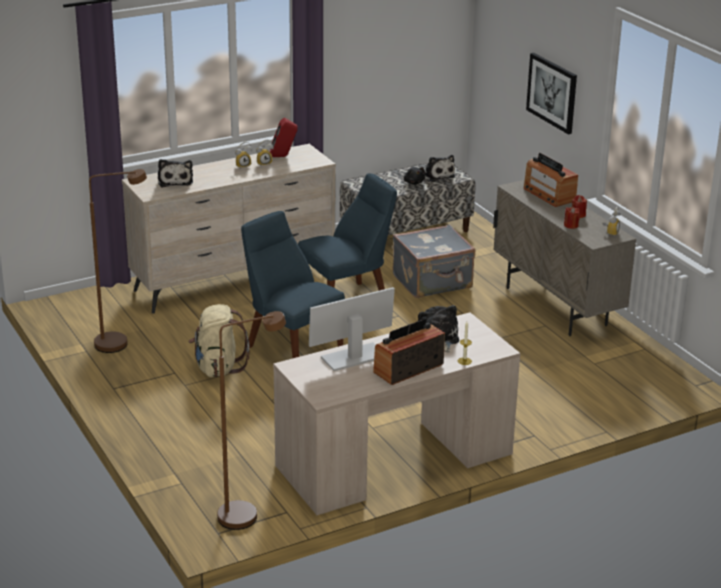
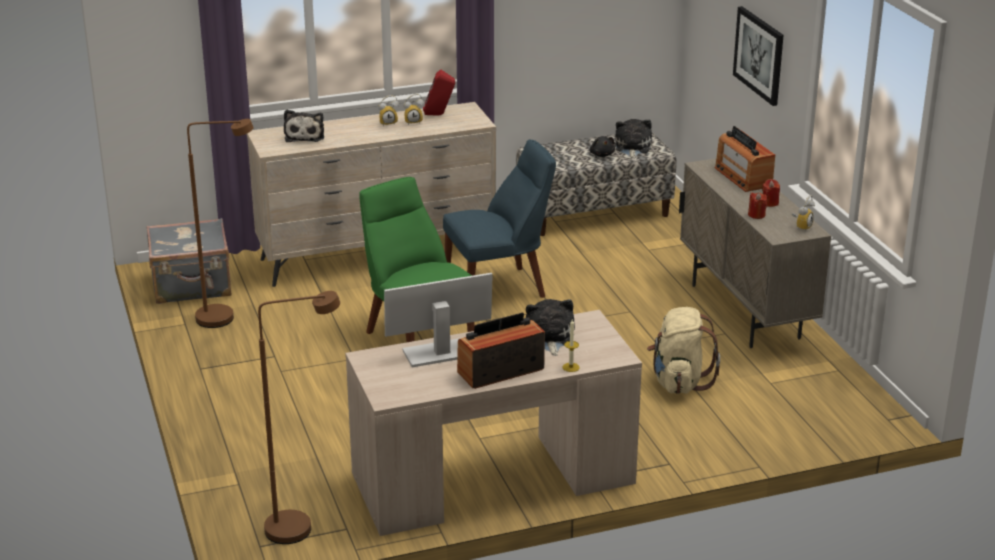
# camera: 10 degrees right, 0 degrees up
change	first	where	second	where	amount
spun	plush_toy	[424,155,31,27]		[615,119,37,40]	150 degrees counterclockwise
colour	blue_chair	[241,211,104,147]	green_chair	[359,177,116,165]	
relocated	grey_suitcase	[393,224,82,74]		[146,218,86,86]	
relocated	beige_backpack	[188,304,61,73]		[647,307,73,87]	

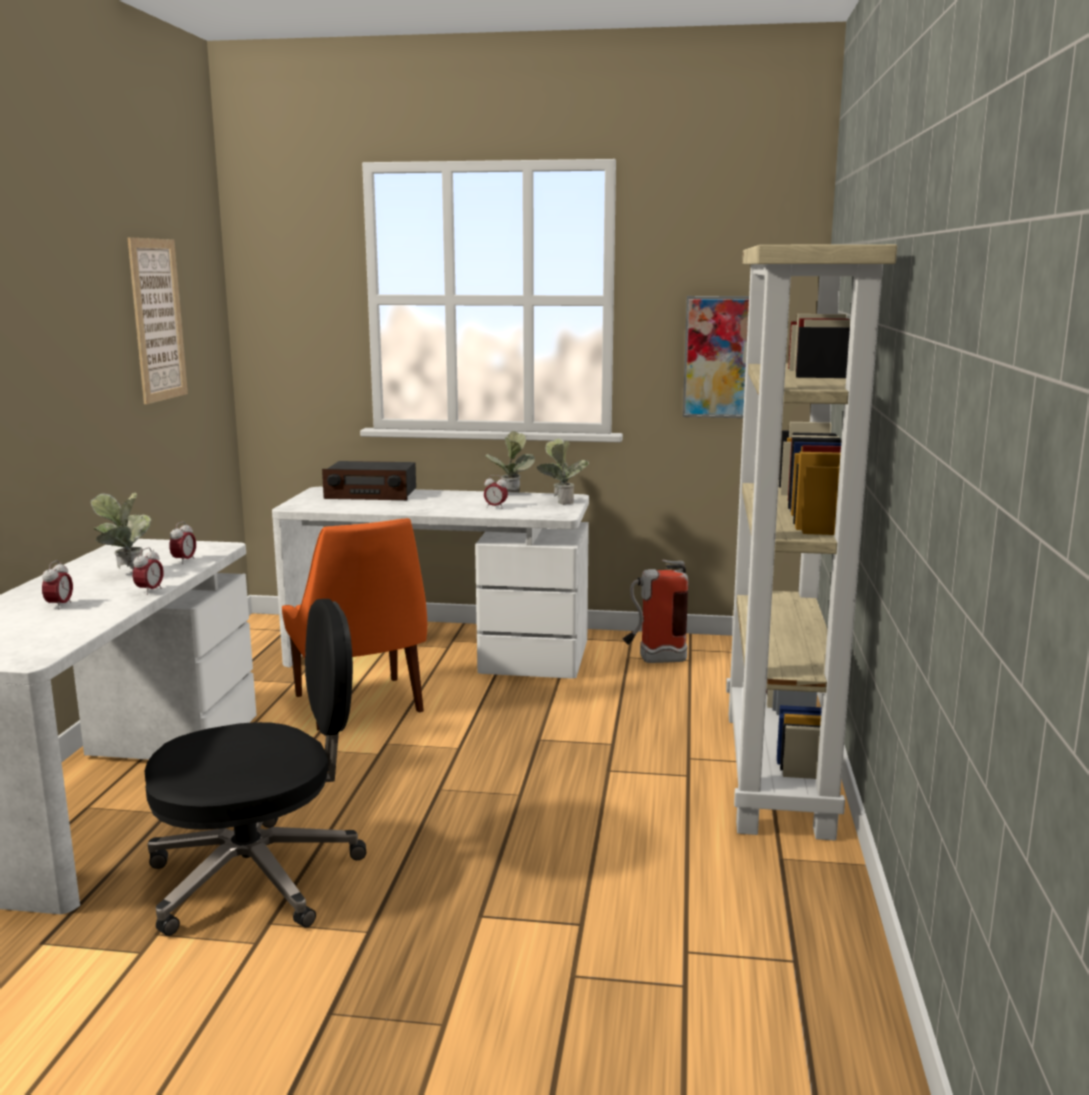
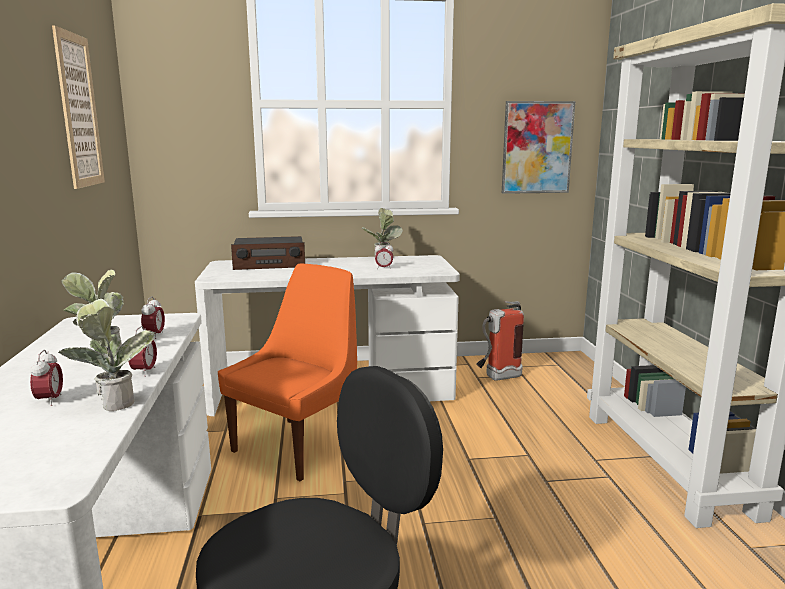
# camera: 15 degrees left, 0 degrees up
change	first	where	second	where	amount
relocated	potted_plant	[537,438,52,67]		[58,299,97,112]	
spun	orange_chair	[282,518,145,213]		[218,264,139,217]	105 degrees counterclockwise

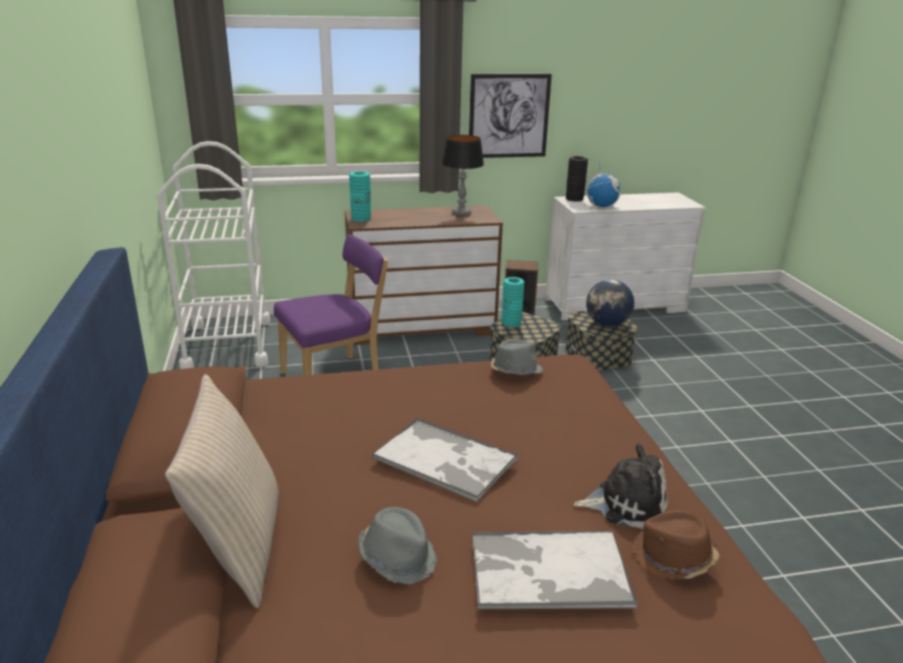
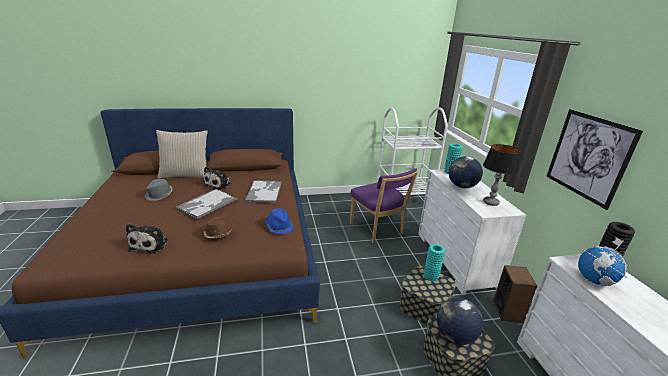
# camera: 90 degrees right, 0 degrees up
change	first	where	second	where	amount
colour	brown_dresser	[345,205,158,140]	white_dresser	[418,169,109,126]	
colour	grey_hat	[490,339,53,36]	blue_hat	[265,208,28,26]	
relocated	brown_hat	[631,510,88,70]		[203,216,32,22]	
relocated	tray	[472,531,166,79]		[245,180,37,23]	
appeared			globe	[449,156,34,32]	
appeared			plush_toy	[204,167,27,23]	

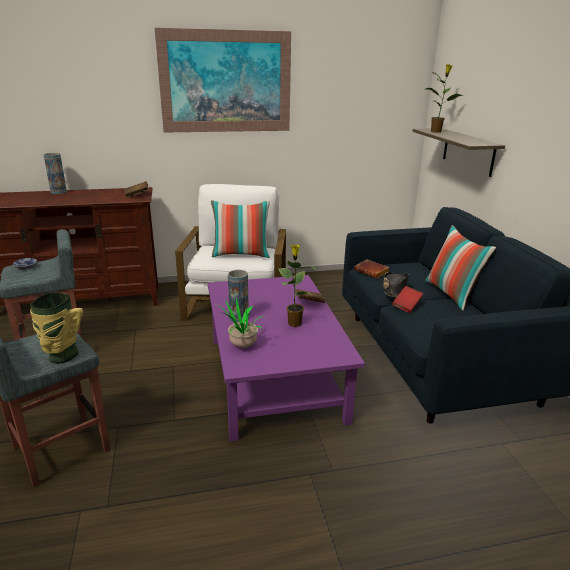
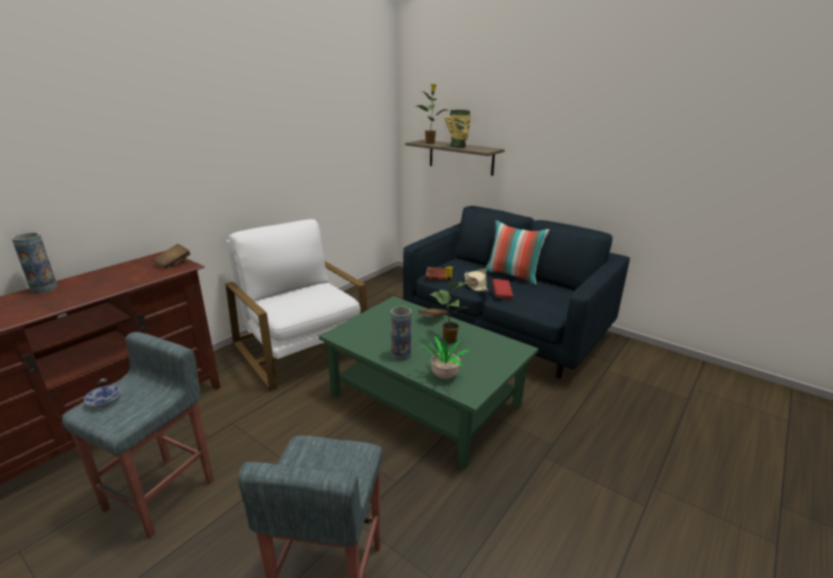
# camera: 40 degrees left, 0 degrees up
change	first	where	second	where	amount
missing	picture	[155,28,136,104]			
missing	pillow	[211,200,59,58]			
colour	black_hat	[383,272,26,25]	beige_hat	[464,269,25,22]	
colour	purple_coffee_table	[208,275,157,166]	green_coffee_table	[319,296,219,174]	
relocated	vase	[30,292,53,72]		[445,110,26,38]	

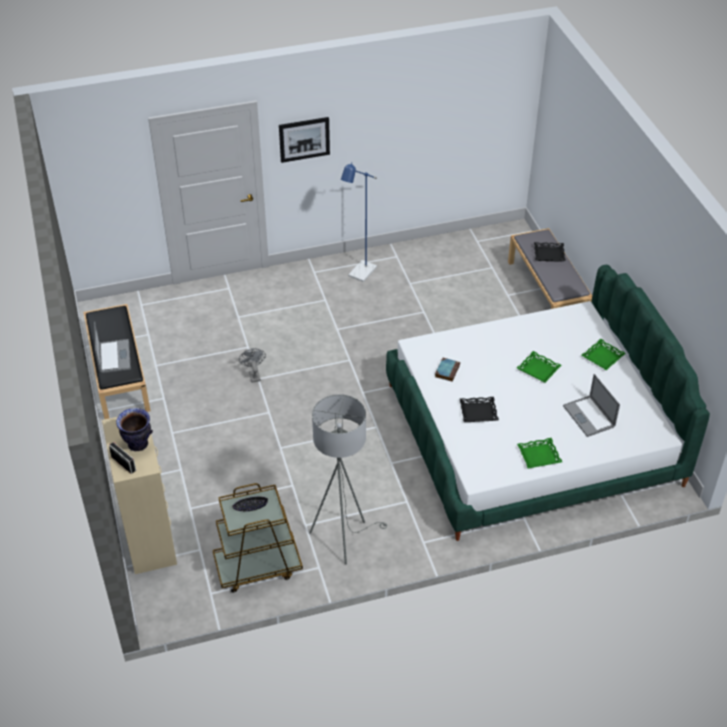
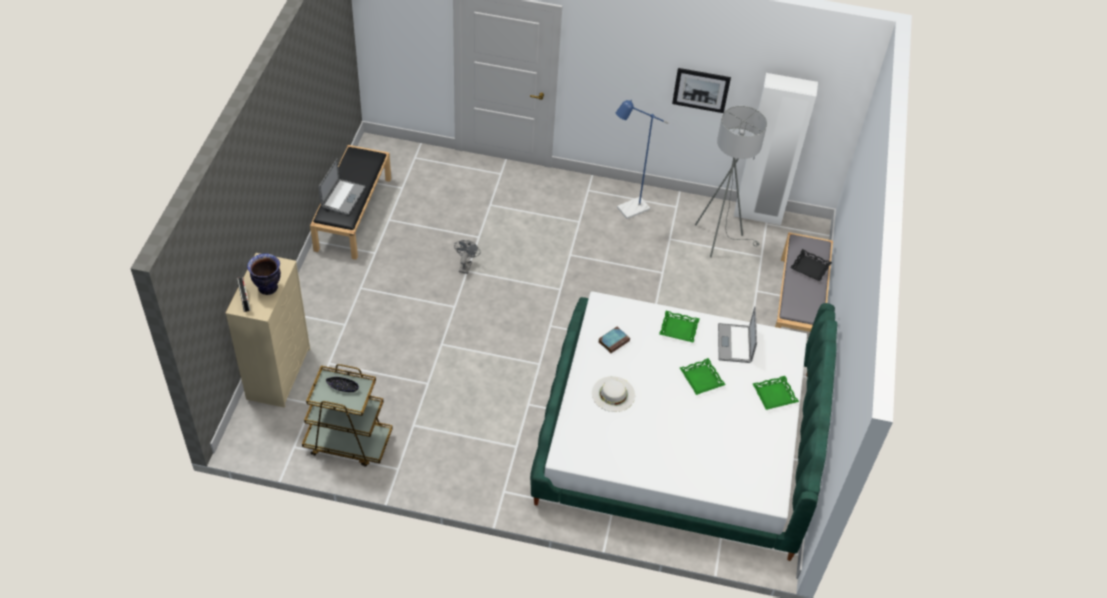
# camera: 25 degrees right, 5 degrees up
change	first	where	second	where	amount
relocated	picture	[279,117,51,46]		[672,68,59,45]	
relocated	laptop	[563,374,57,63]		[718,306,39,57]	
relocated	grey_floor_lamp	[309,394,78,171]		[695,106,72,152]	
exchanged	black_tray	[460,397,39,25]	white_hat	[592,376,43,36]	
relocated	green_tray	[517,438,45,31]		[659,311,41,32]	
appeared			white_wardrobe	[734,73,84,153]	

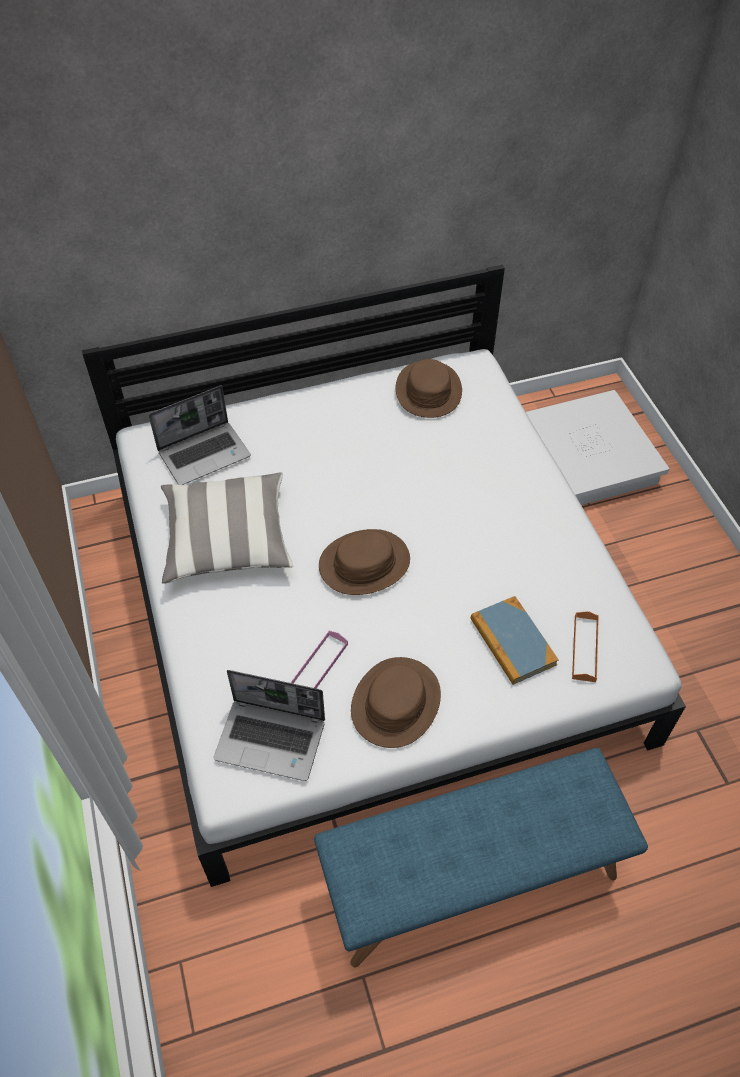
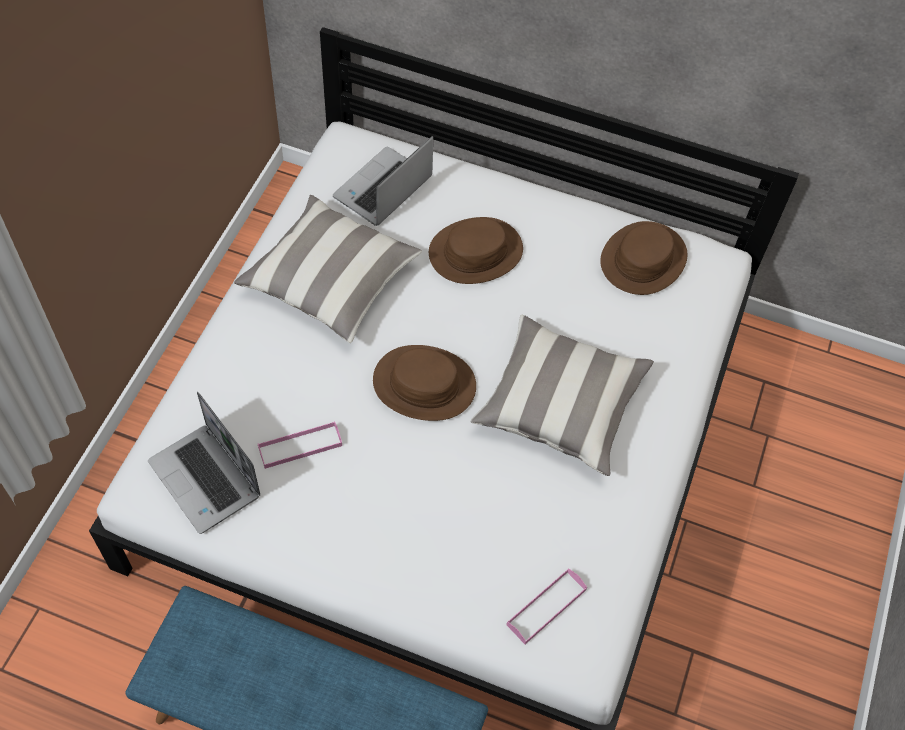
# camera: 35 degrees right, 5 degrees up
change	first	where	second	where	amount
spun	laptop	[148,386,103,99]		[333,136,100,90]	120 degrees clockwise
missing	white_storage_box	[526,390,143,115]			
missing	book	[471,596,87,89]			
colour	orange_tray	[572,611,27,71]	pink_tray	[506,568,81,76]	
relocated	brown_hat	[351,657,90,91]		[429,217,94,67]	
appeared			pillow	[470,314,184,162]	

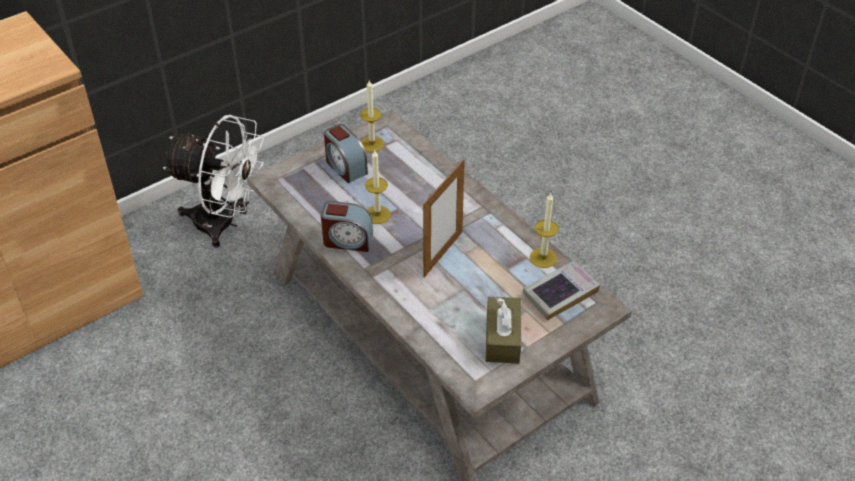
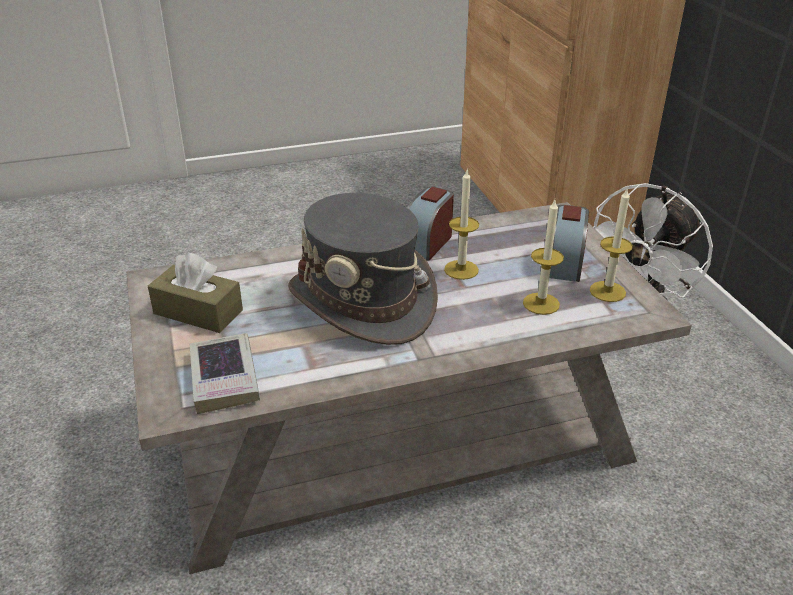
# camera: 110 degrees right, 10 degrees down
change	first	where	second	where	amount
spun	alarm_clock	[324,124,44,59]		[549,205,40,77]	60 degrees counterclockwise
exchanged	picture_frame	[423,159,42,118]	grey_hat	[288,193,150,152]	
relocated	candle	[530,192,29,76]		[523,200,41,115]	

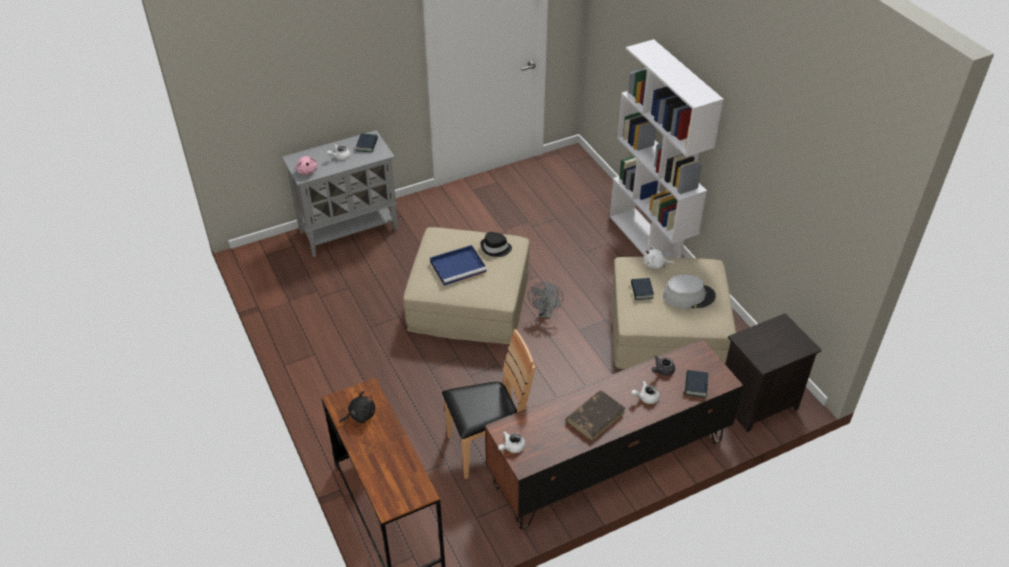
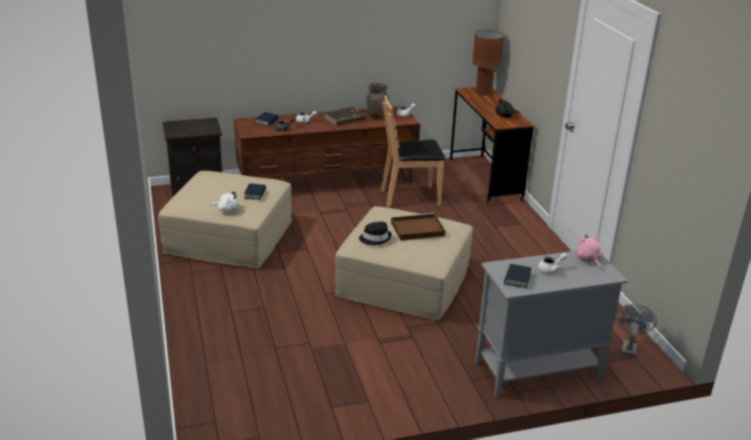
# camera: 170 degrees left, 15 degrees down
change	first	where	second	where	amount
missing	white_bookcase	[609,39,115,219]			
colour	blue_tray	[430,245,57,41]	brown_tray	[391,213,54,28]	
missing	grey_hat	[663,274,53,35]			
relocated	grey_fan	[528,282,35,36]		[615,304,42,53]	
appeared			brown_table_lamp	[473,30,31,66]	
appeared			brown_vase	[366,83,22,36]	

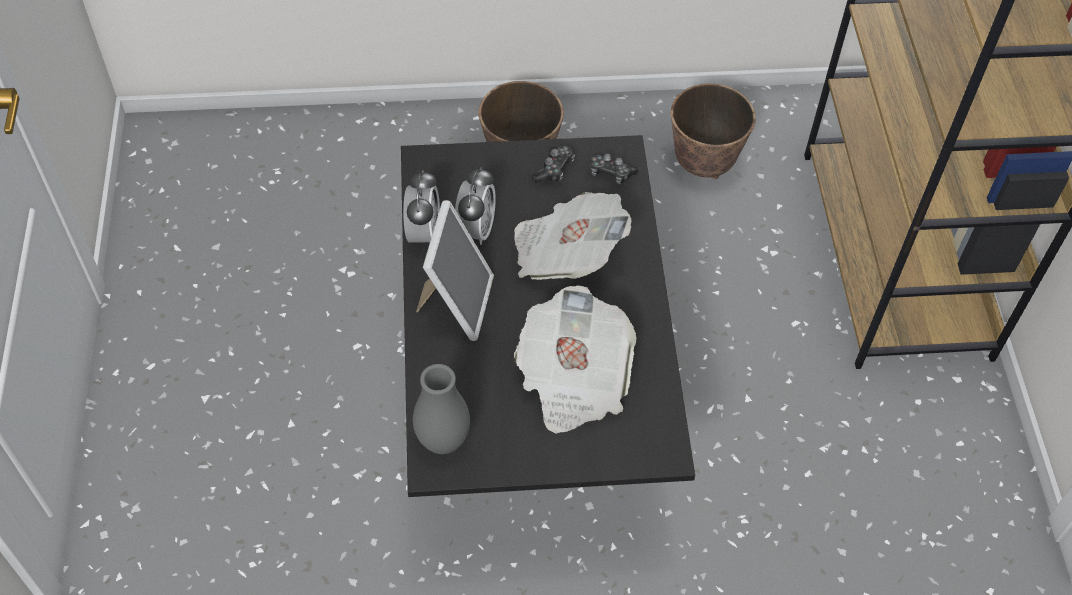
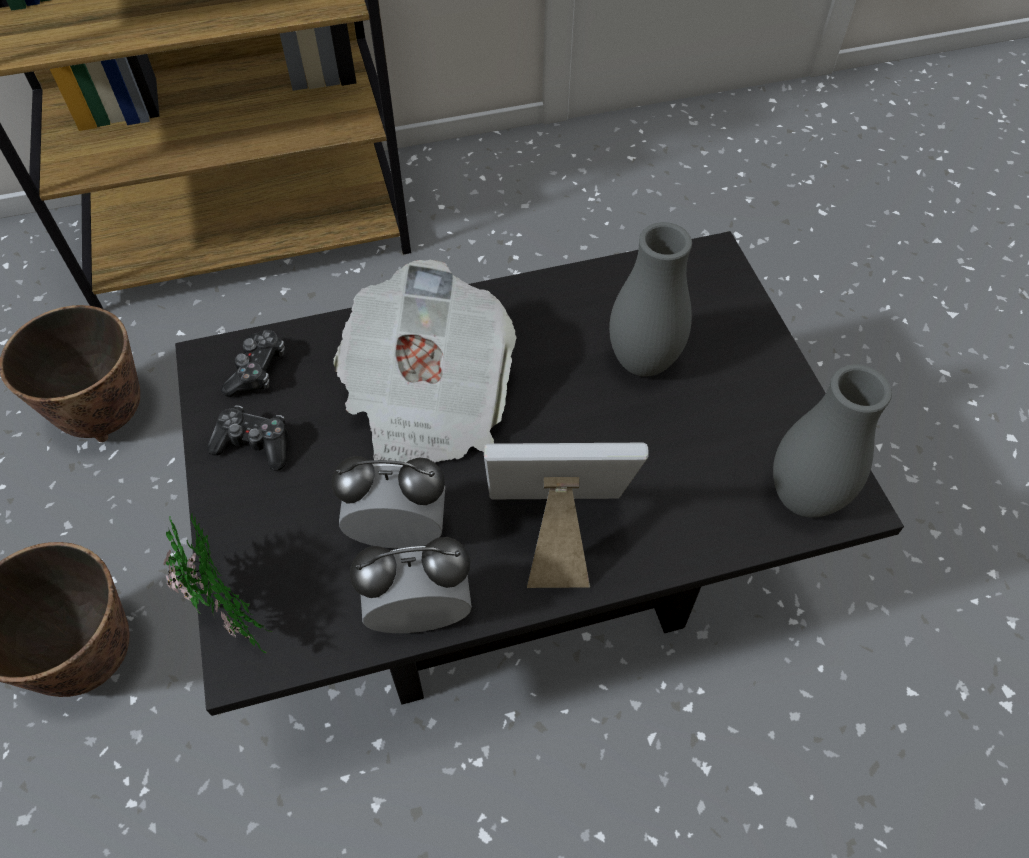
# camera: 100 degrees left, 0 degrees up
change	first	where	second	where	amount
exchanged	newspaper	[514,286,123,148]	grey_vase	[609,222,83,155]	
appeared			potted_plant	[164,512,109,141]	

